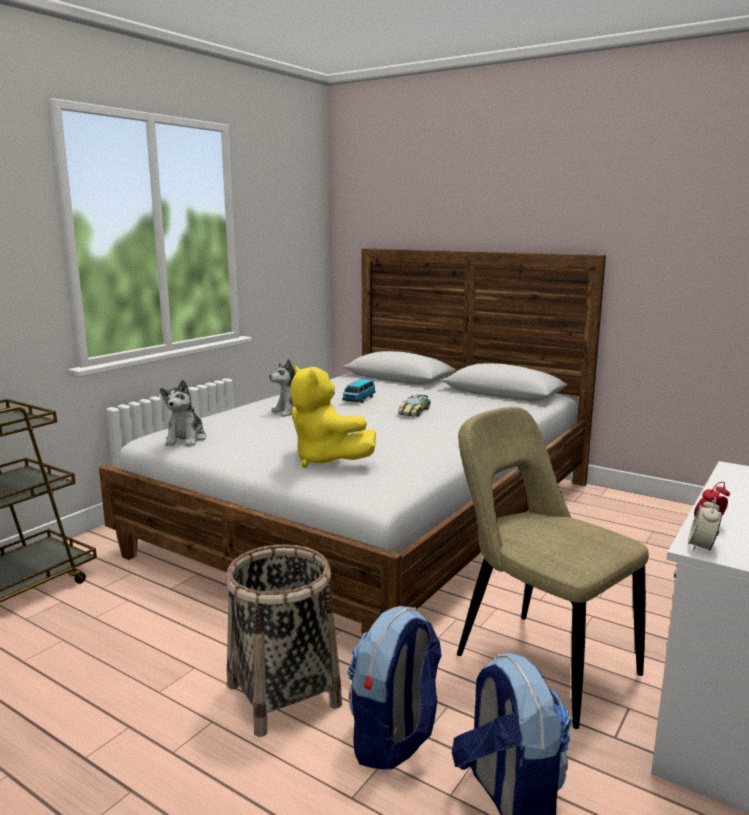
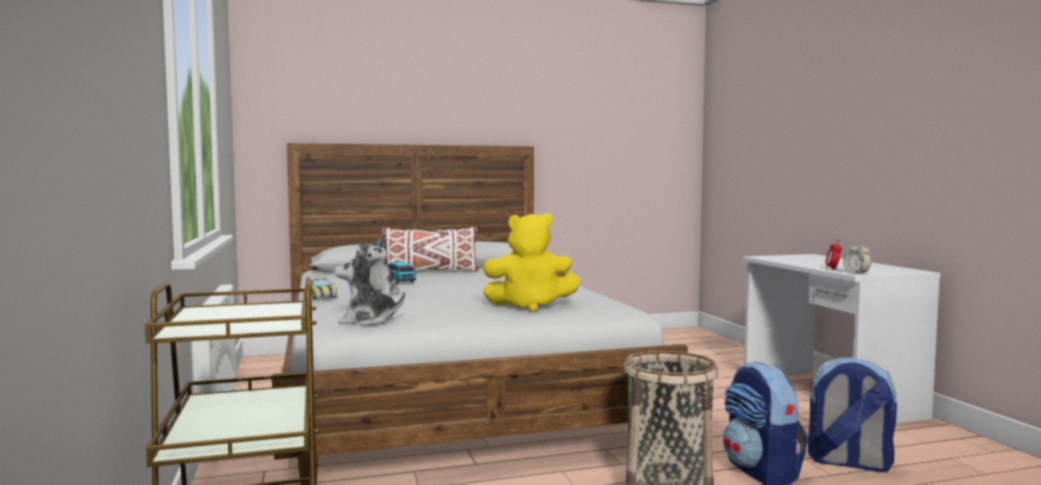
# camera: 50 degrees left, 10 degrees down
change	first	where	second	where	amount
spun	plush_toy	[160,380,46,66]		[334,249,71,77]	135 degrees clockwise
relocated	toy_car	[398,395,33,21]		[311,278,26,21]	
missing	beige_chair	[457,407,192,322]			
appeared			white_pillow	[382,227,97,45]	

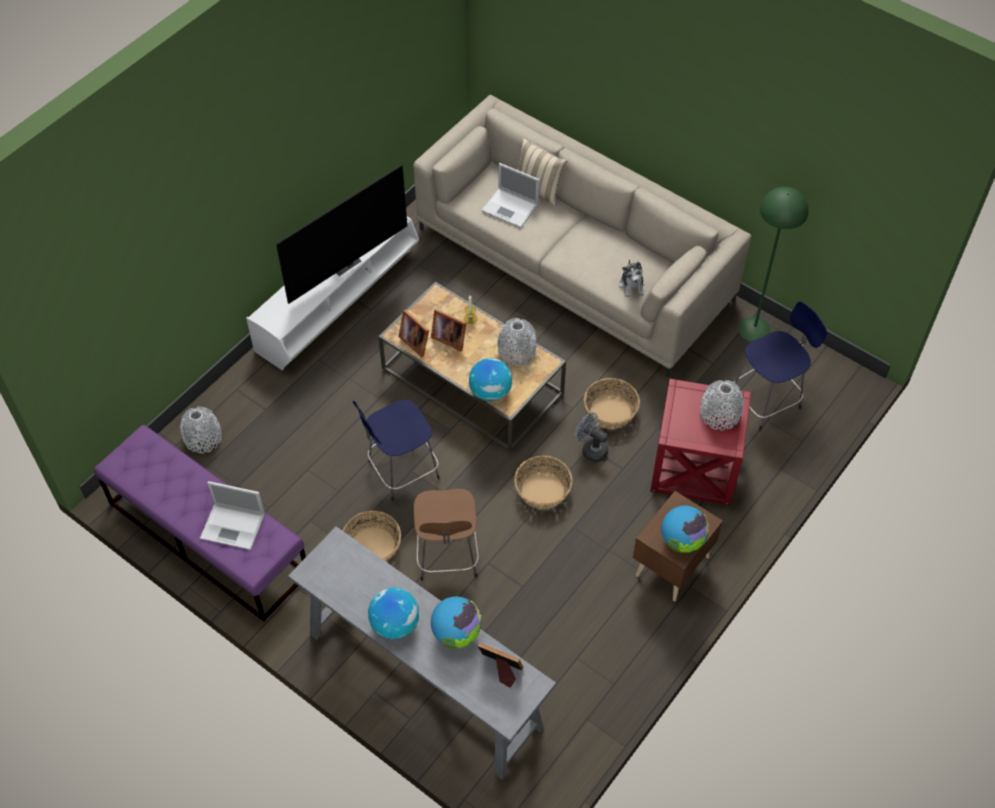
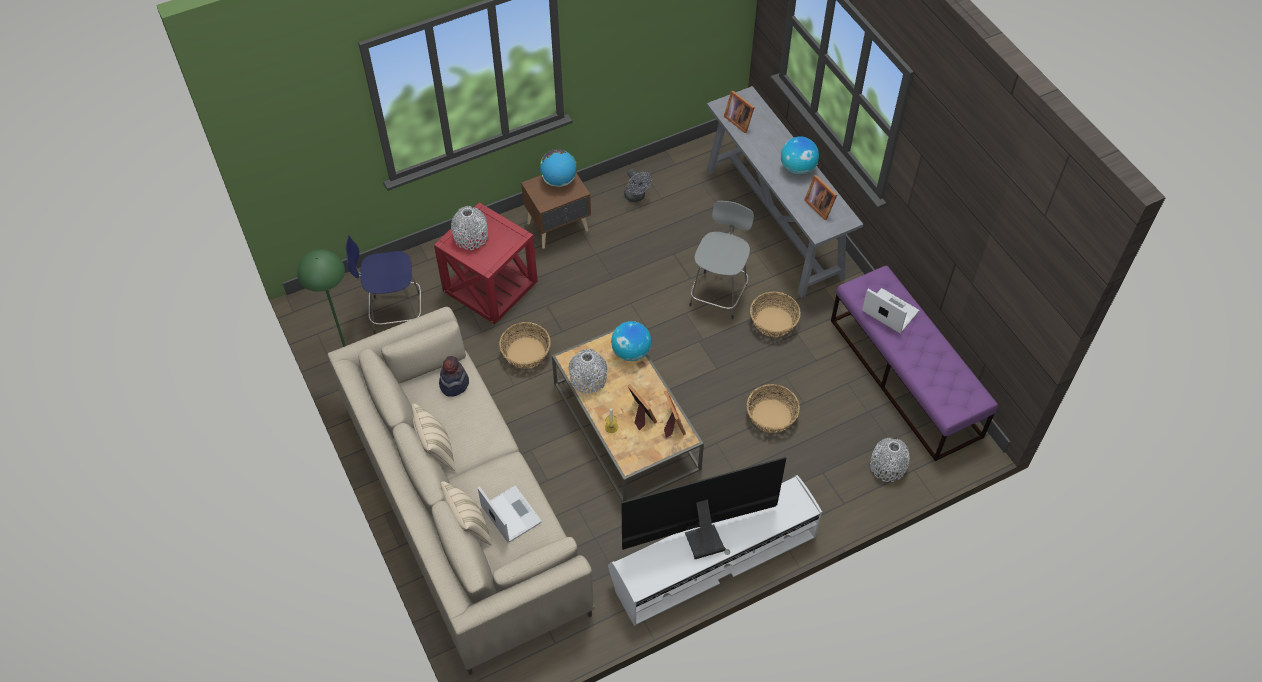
# camera: 155 degrees left, 0 degrees up
change	first	where	second	where	amount
exchanged	plush_toy	[619,259,26,39]	hat	[439,356,30,41]	
missing	blue_stool	[353,400,87,101]			
relocated	grey_fan	[575,412,33,50]		[624,168,28,34]	
relocated	basket	[514,456,59,53]		[747,384,53,49]	
colour	brown_stool	[414,489,65,92]	grey_stool	[689,201,65,118]	
missing	globe	[431,596,50,53]			
appeared			picture_frame	[804,175,33,45]	
appeared			beige_pillow	[412,404,43,67]	

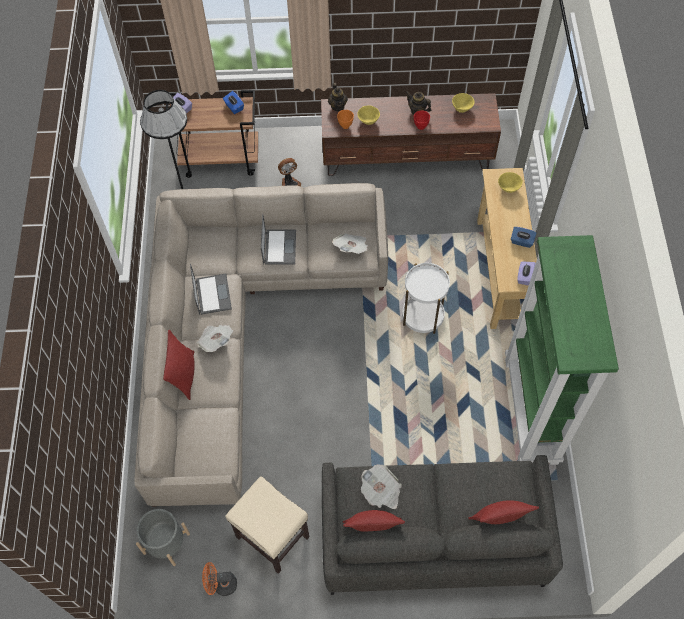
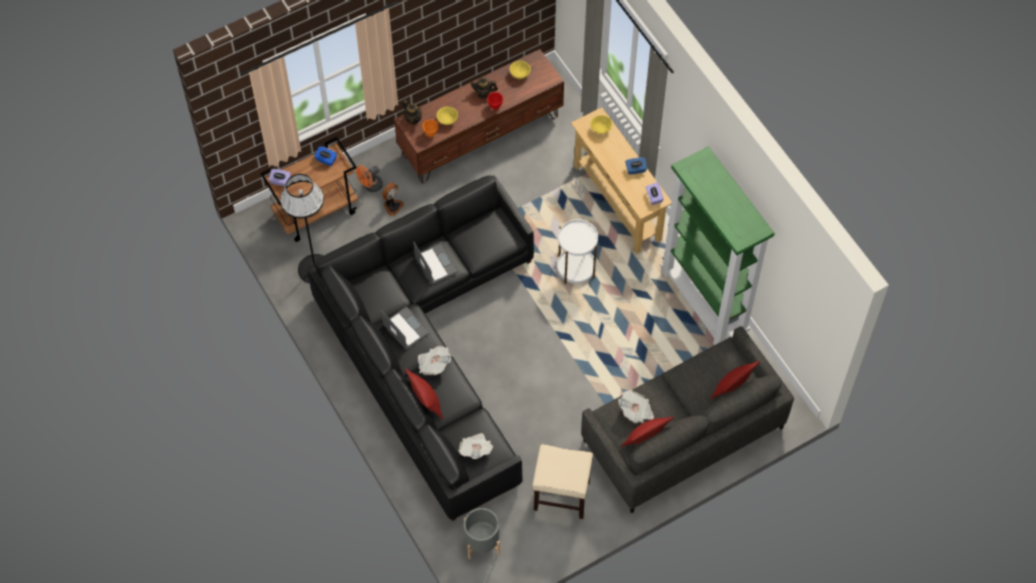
# camera: 30 degrees left, 0 degrees up
change	first	where	second	where	amount
colour	beige_sofa	[135,183,253,323]	black_sofa	[307,175,227,346]	
relocated	newspaper	[333,233,35,21]		[458,433,35,26]	
relocated	orange_fan	[202,562,35,34]		[356,165,27,27]	

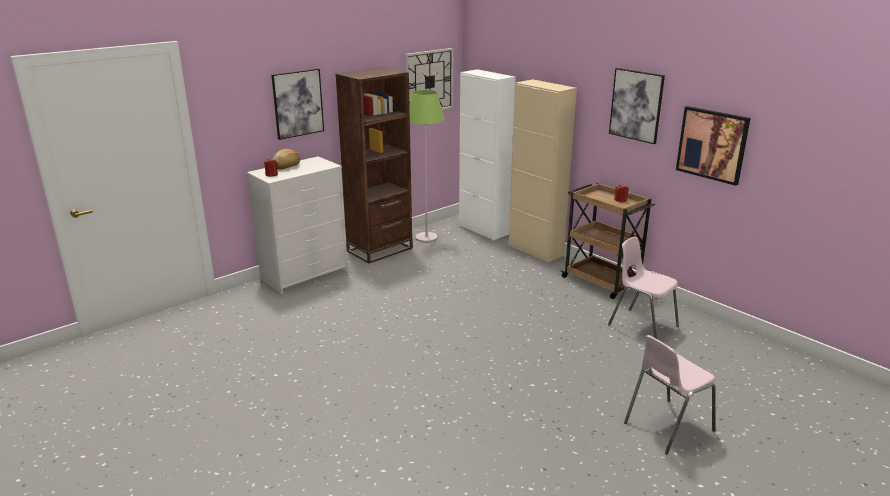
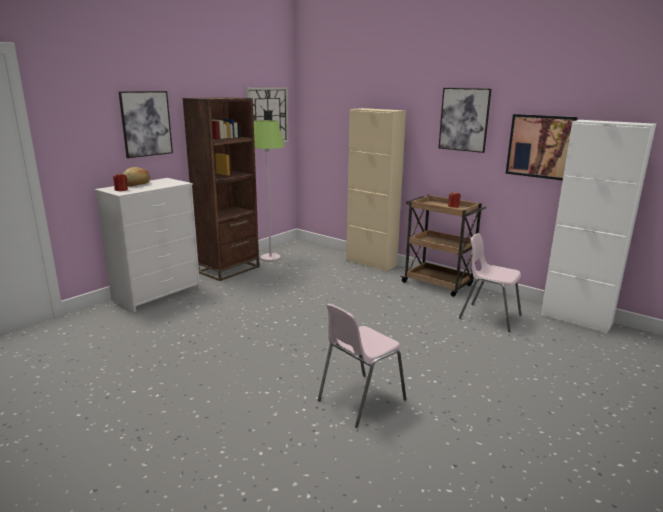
# camera: 10 degrees left, 5 degrees down
change	first	where	second	where	amount
relocated	white_cabinet	[459,69,56,171]		[541,120,115,214]	
relocated	pink_chair	[624,335,92,119]		[318,304,89,124]	

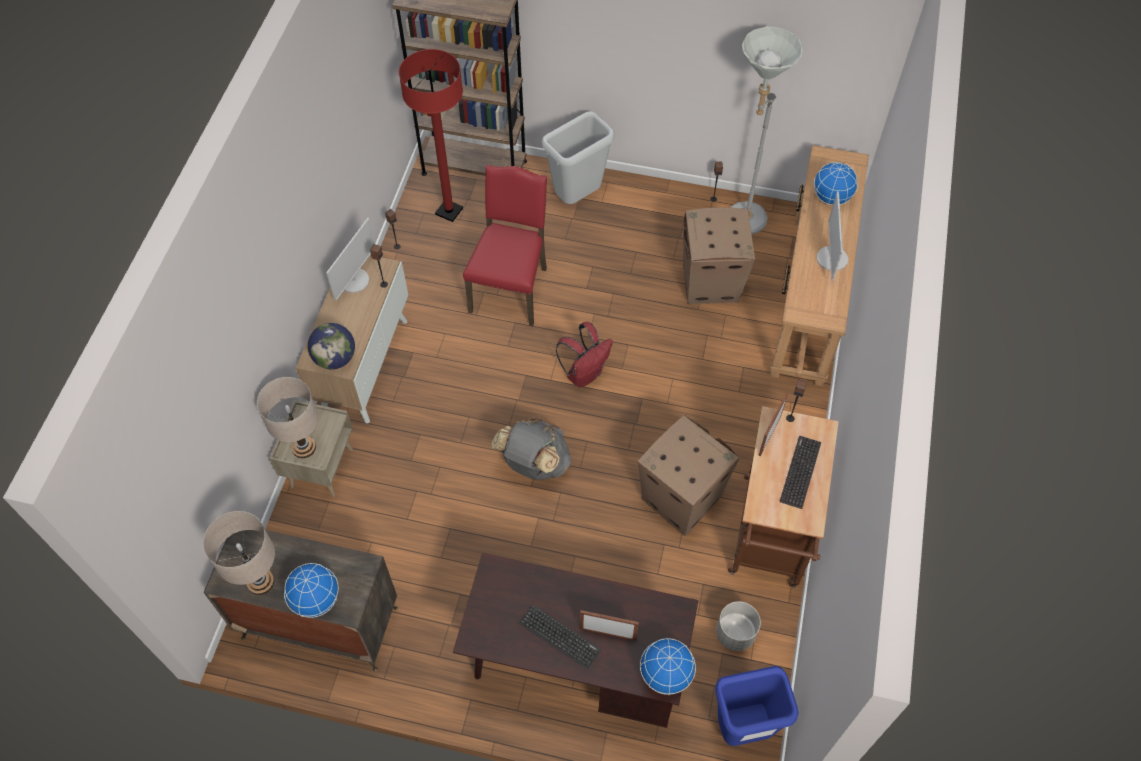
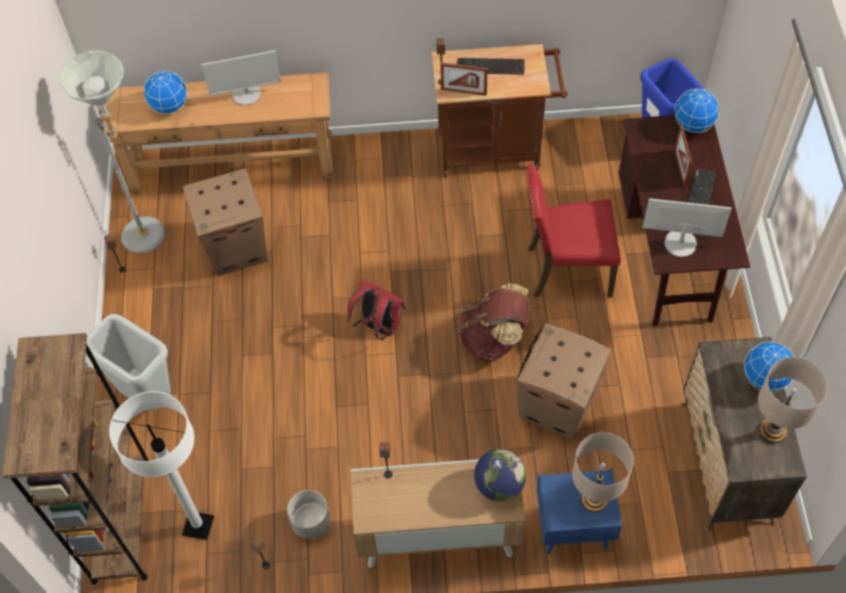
# camera: 105 degrees left, 0 degrees up
change	first	where	second	where	amount
colour	red_floor_lamp	[399,49,64,173]	white_floor_lamp	[109,391,105,149]	
relocated	red_chair	[463,165,84,161]		[527,164,94,134]	
relocated	monitor	[326,218,49,83]		[643,198,89,59]	
colour	beige_nightstand	[269,400,84,97]	blue_nightstand	[537,468,85,86]	
relocated	cardboard_box	[638,415,101,121]		[517,323,94,116]	
colour	grey_backpack	[492,418,80,62]	brown_backpack	[459,283,71,79]	
relocated	grey_planter	[716,601,45,50]		[287,490,43,49]	

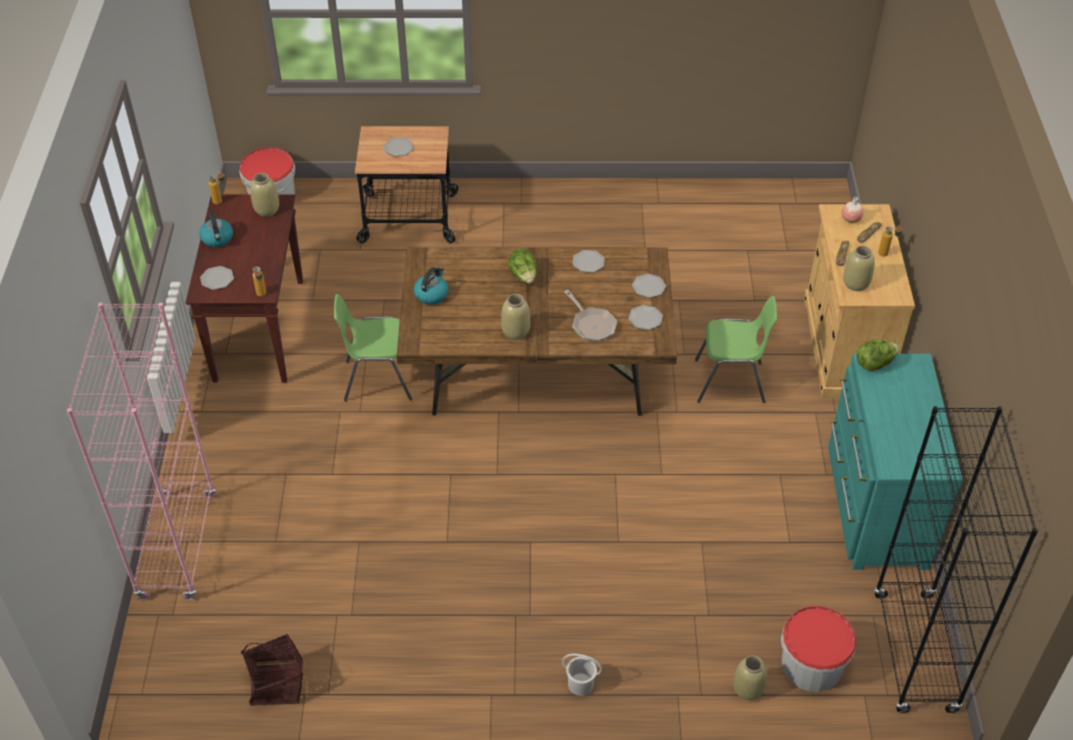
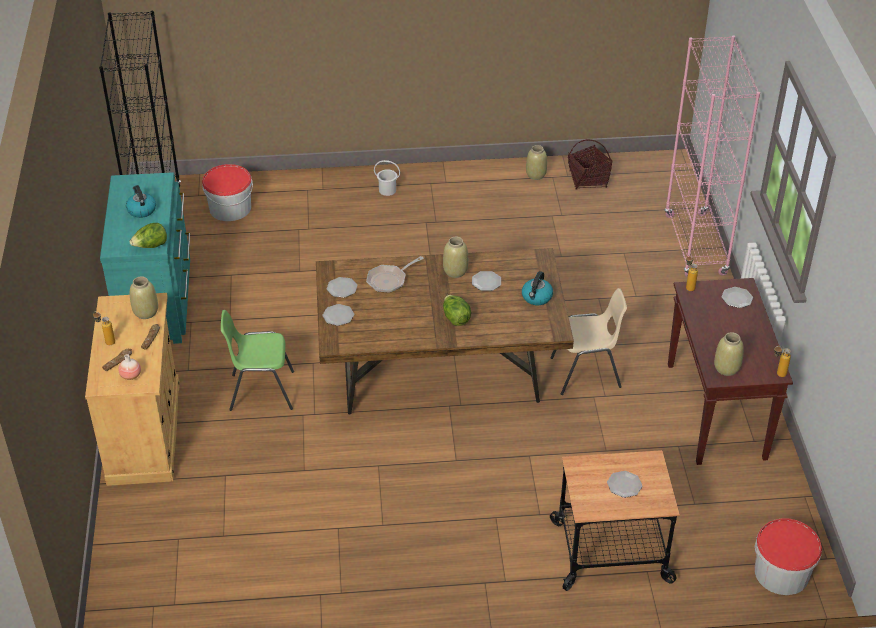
# camera: 175 degrees right, 5 degrees down
change	first	where	second	where	amount
relocated	kettle	[199,211,34,36]		[126,185,30,33]	
relocated	plate	[572,250,33,23]		[472,271,29,20]	
spun	frying_pan	[564,290,53,52]		[366,256,58,37]	90 degrees counterclockwise
colour	green_chair	[334,294,78,107]	beige_chair	[550,288,77,107]	
relocated	beige_vase	[733,656,34,44]		[526,145,21,35]	

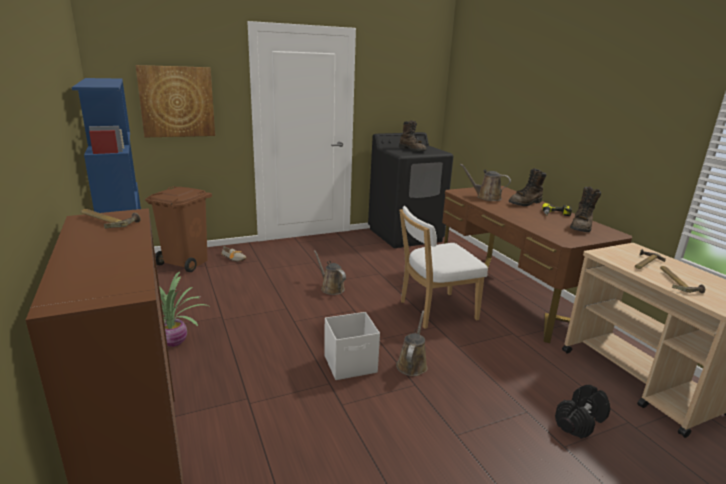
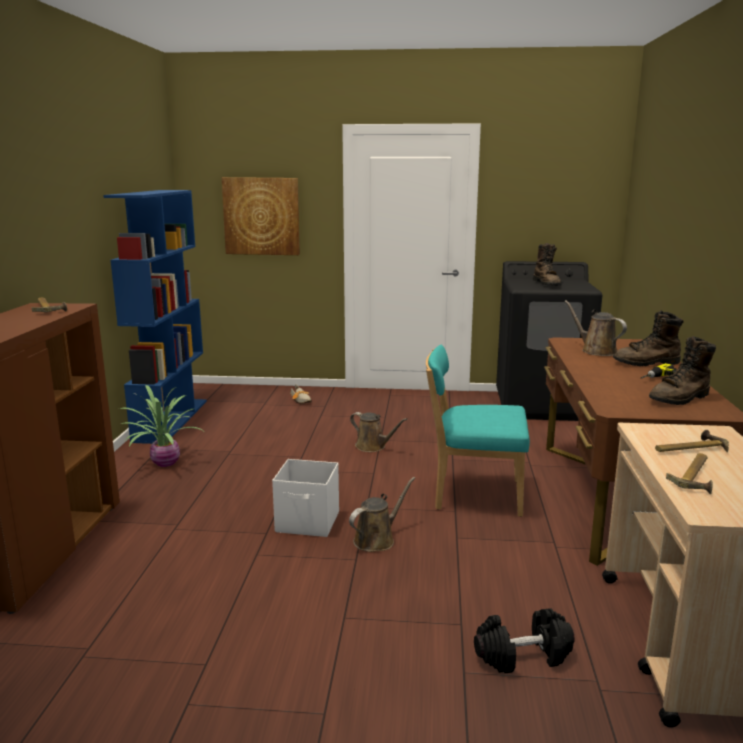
# camera: 30 degrees right, 5 degrees down
change	first	where	second	where	amount
missing	brown_trash_can	[145,186,67,86]			
colour	white_chair	[399,206,89,123]	turquoise_chair	[426,345,104,172]	
spun	brown_watering_can	[314,250,32,45]		[350,412,58,40]	135 degrees clockwise

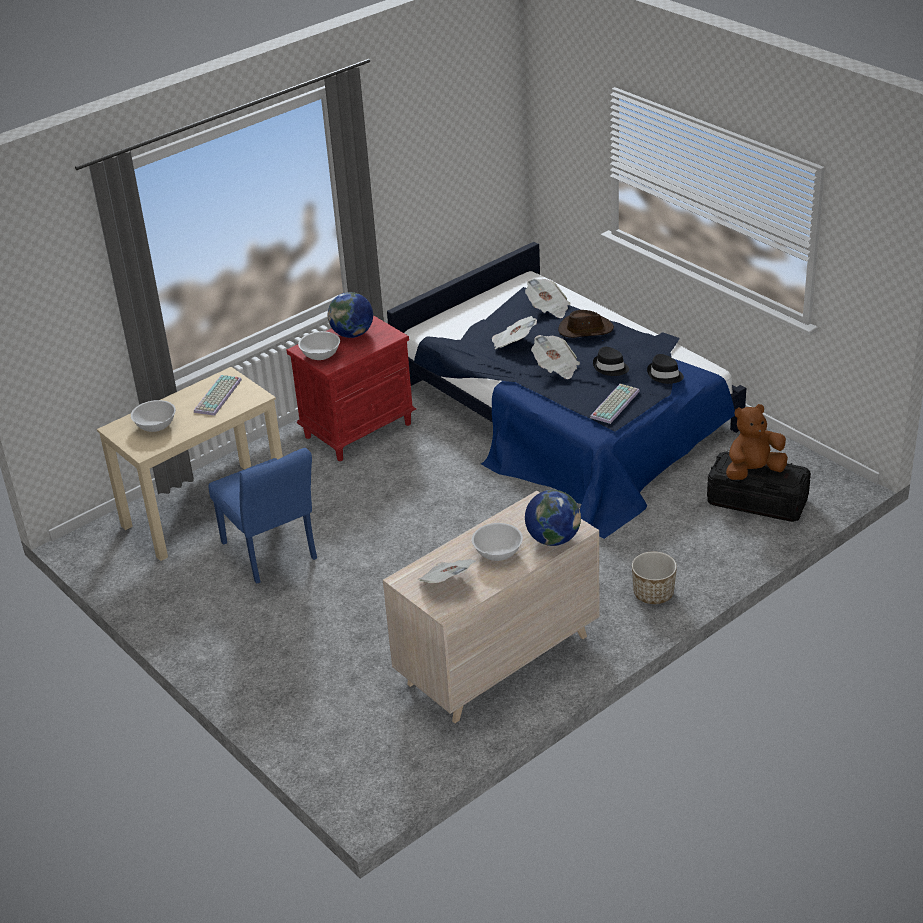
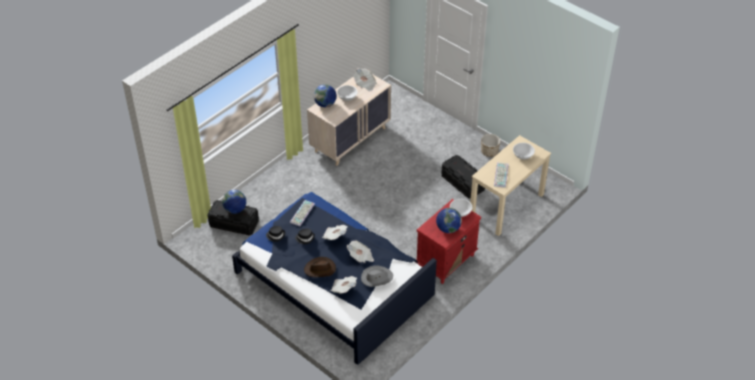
# camera: 170 degrees right, 10 degrees up
change	first	where	second	where	amount
exchanged	brown_plush_toy	[726,404,62,76]	globe	[222,190,24,24]	
exchanged	blue_chair	[209,448,108,136]	black_storage_box	[441,155,44,44]	
relocated	planter	[632,552,45,52]		[481,134,19,23]	
appeared			grey_hat	[361,265,32,22]	

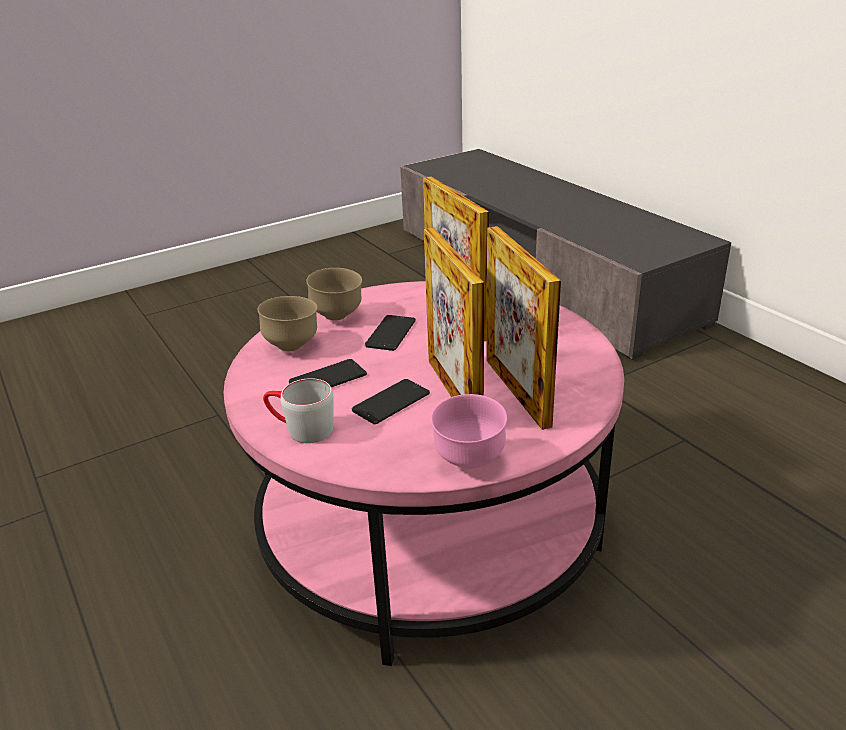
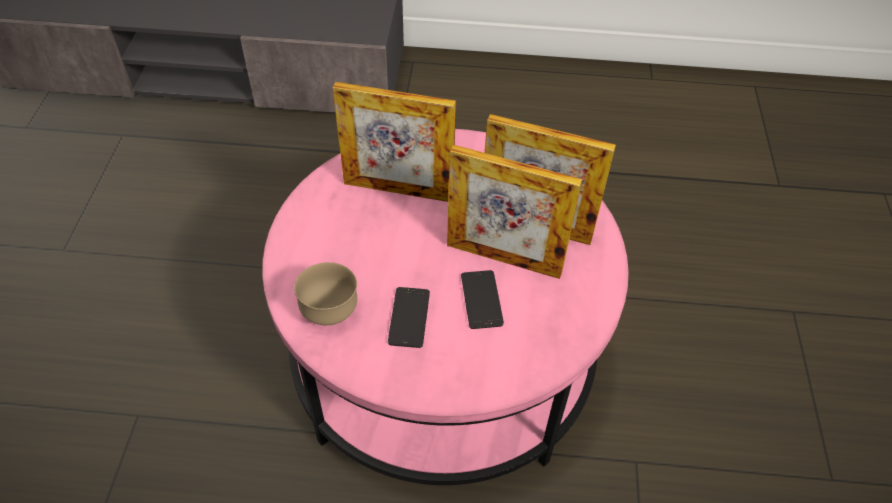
# camera: 55 degrees left, 20 degrees up
change	first	where	second	where	amount
missing	brown_bowl	[306,268,56,52]			
missing	phone	[365,315,51,36]			
missing	grey_mug	[263,378,71,65]			
missing	pink_bowl	[431,394,76,74]			

